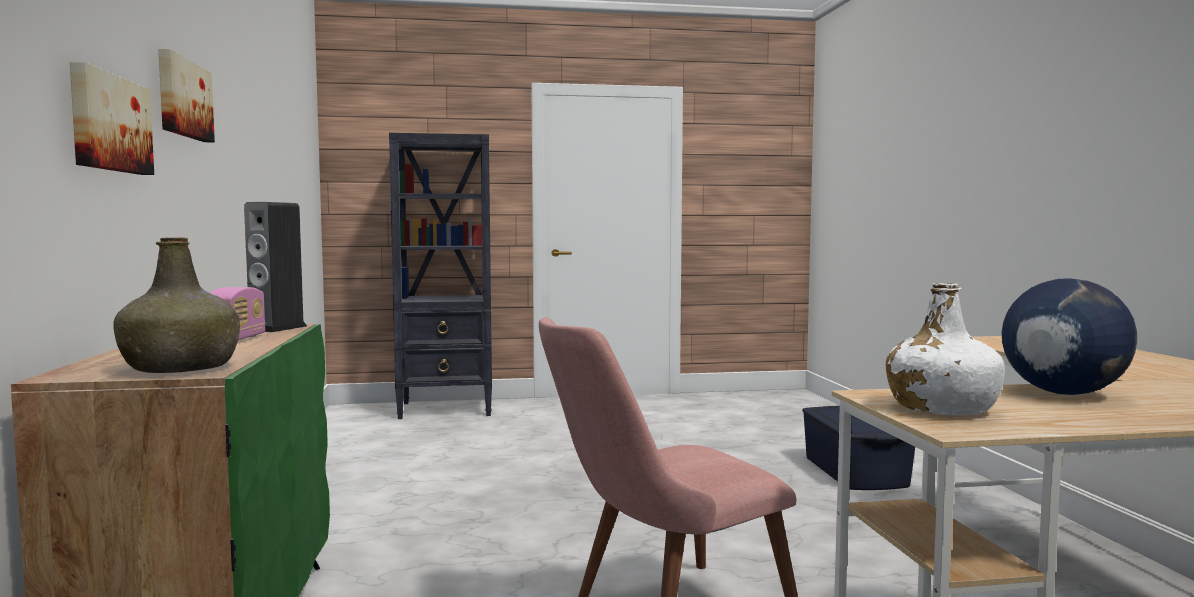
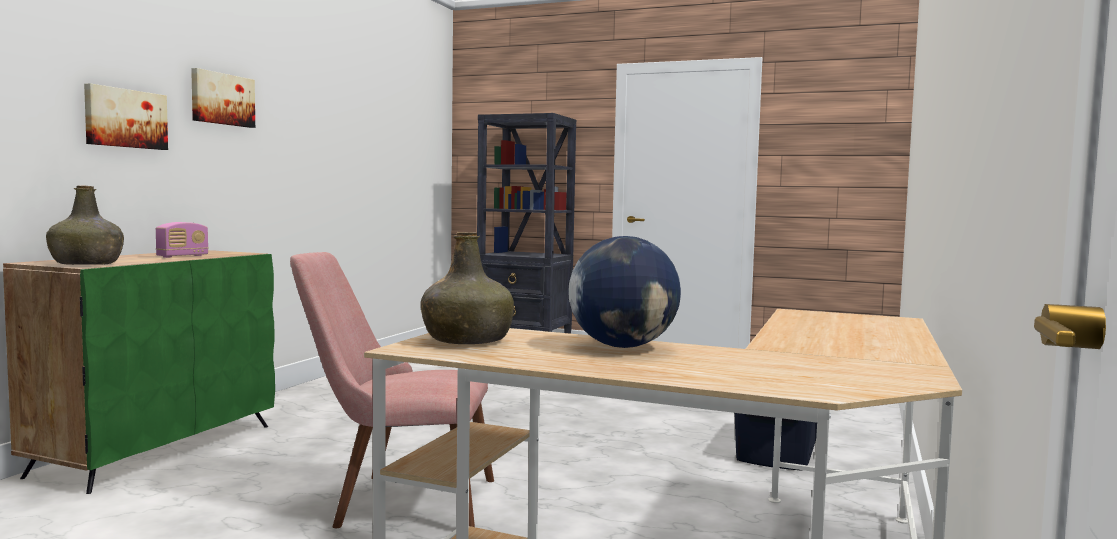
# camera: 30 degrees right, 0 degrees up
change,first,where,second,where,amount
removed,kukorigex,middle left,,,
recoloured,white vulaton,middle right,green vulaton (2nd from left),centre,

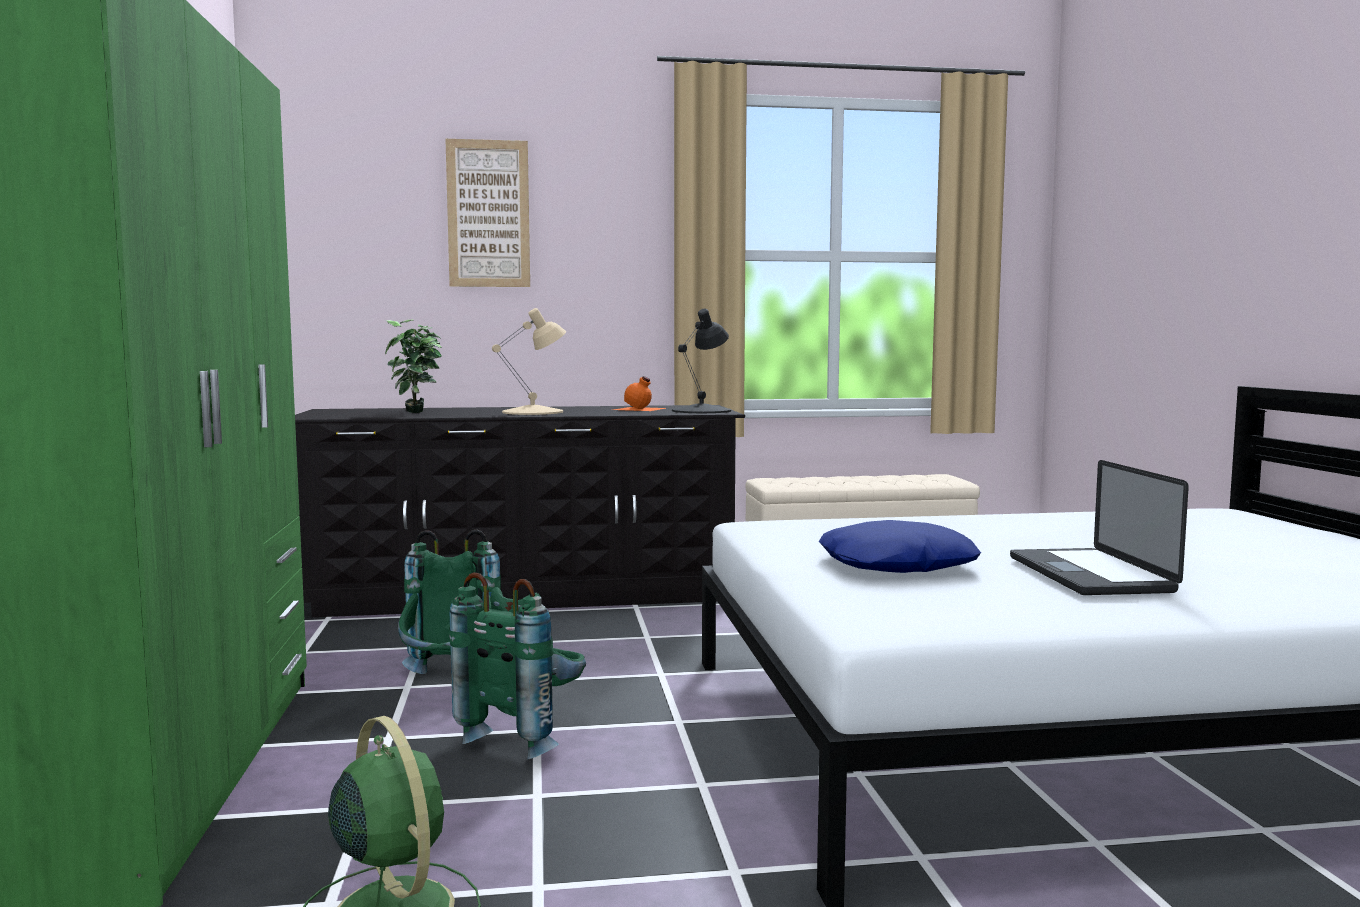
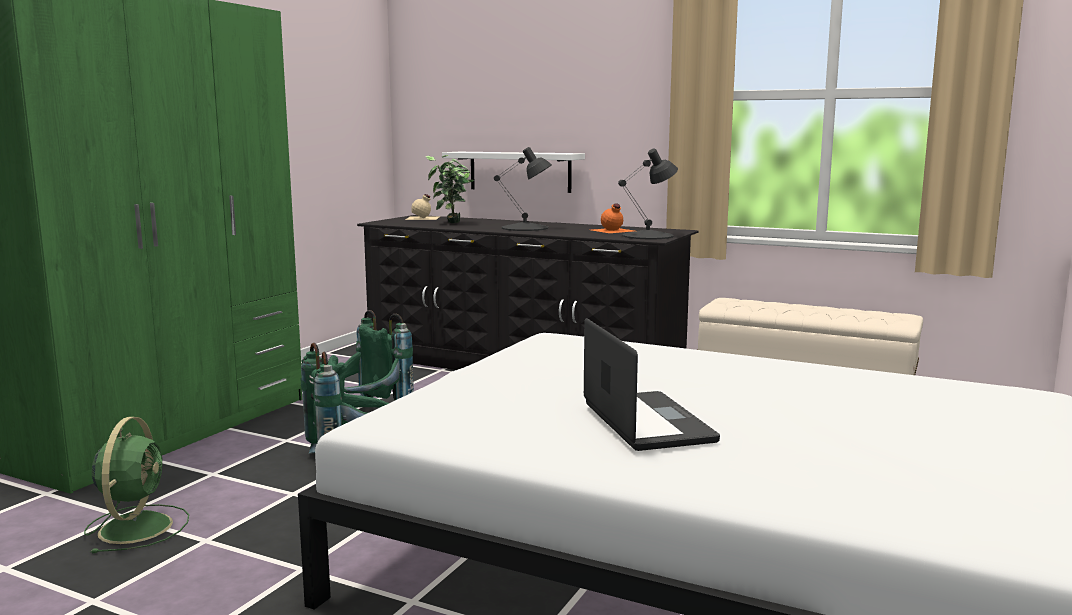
# camera: 35 degrees right, 5 degrees up
change,first,where,second,where,amount
removed,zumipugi,top centre,,,
recoloured,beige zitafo,centre,black zitafo (1st from left),top centre,
turned,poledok,middle right,,centre,135 degrees clockwise
removed,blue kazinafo,centre,,,
added,,,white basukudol,top centre,
added,,,beige vulaton,centre,

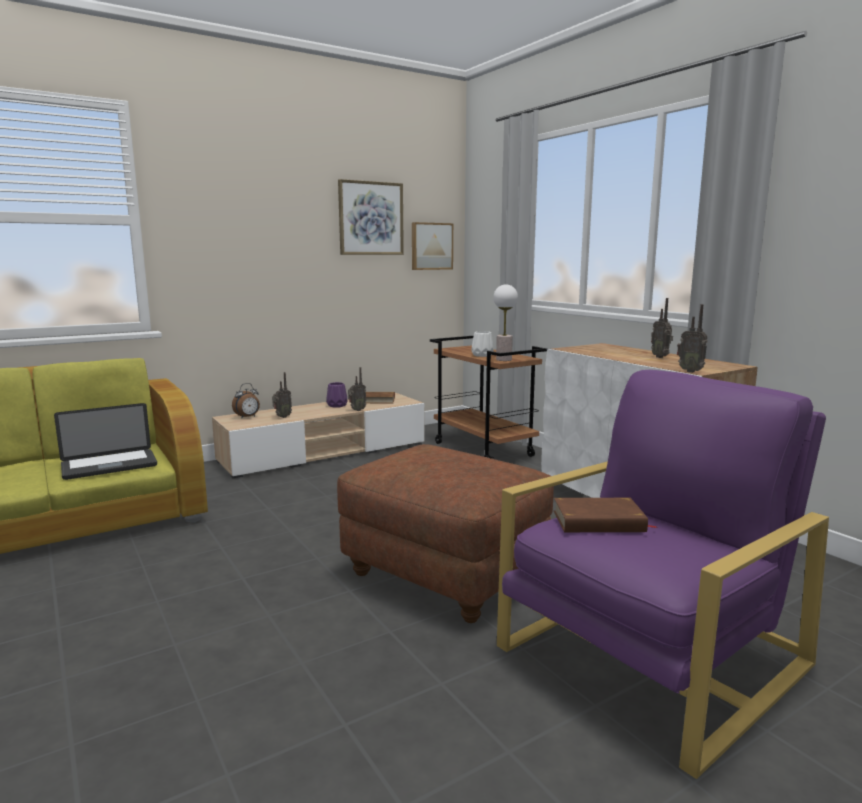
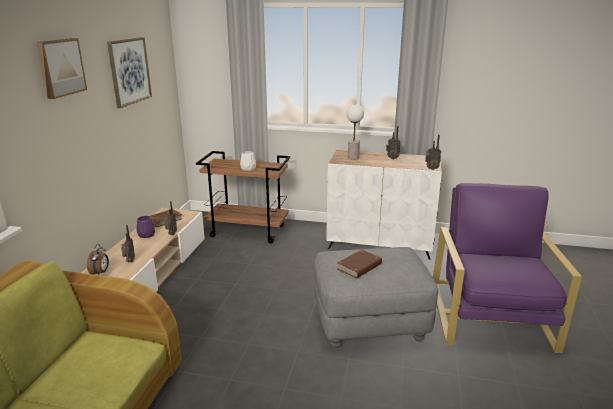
# camera: 45 degrees left, 10 degrees up
change,first,where,second,where,amount
moved,zumipugi (2nd from left in the first image),top centre,zumipugi (1st from left),top left,
moved,zitafo,centre,,top centre,
removed,poledok,middle left,,,
recoloured,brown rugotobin,centre,grey rugotobin,bottom centre,
moved,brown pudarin (2nd from left),middle right,,centre,

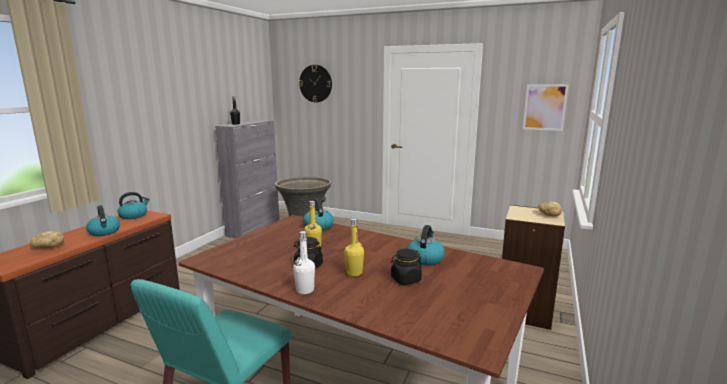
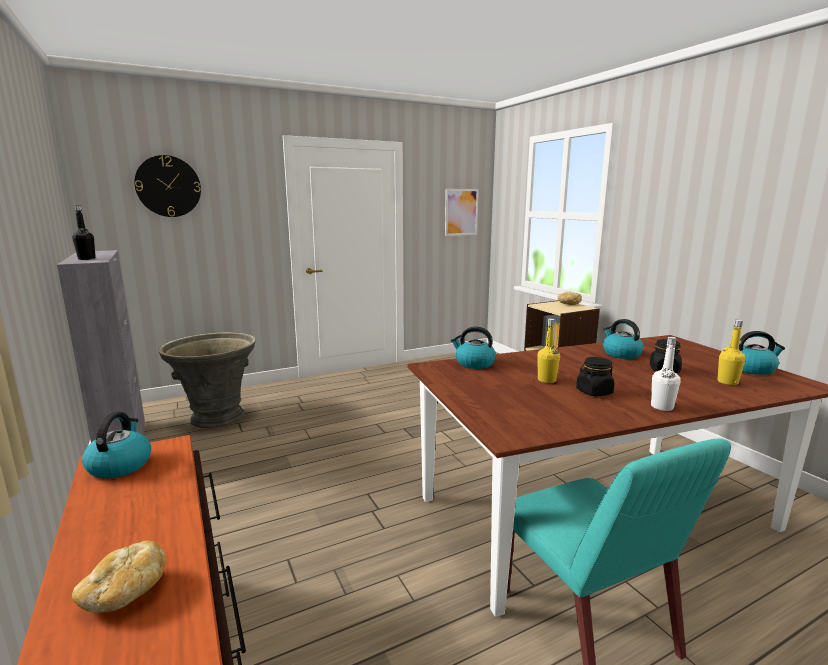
# camera: 50 degrees left, 0 degrees up
change,first,where,second,where,amount
moved,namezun (1st from left in the first image),middle left,namezun (4th from left),middle right,
moved,yellow vulaton (2nd from left),centre,,middle right,

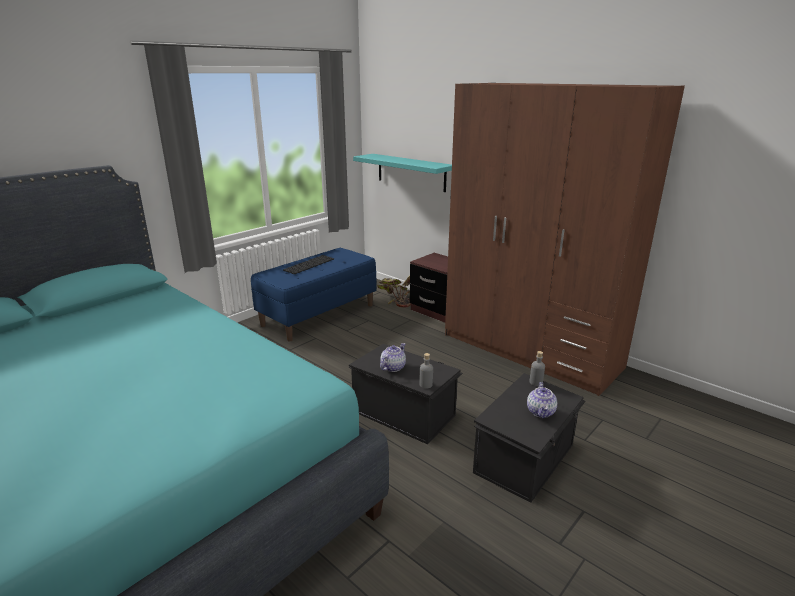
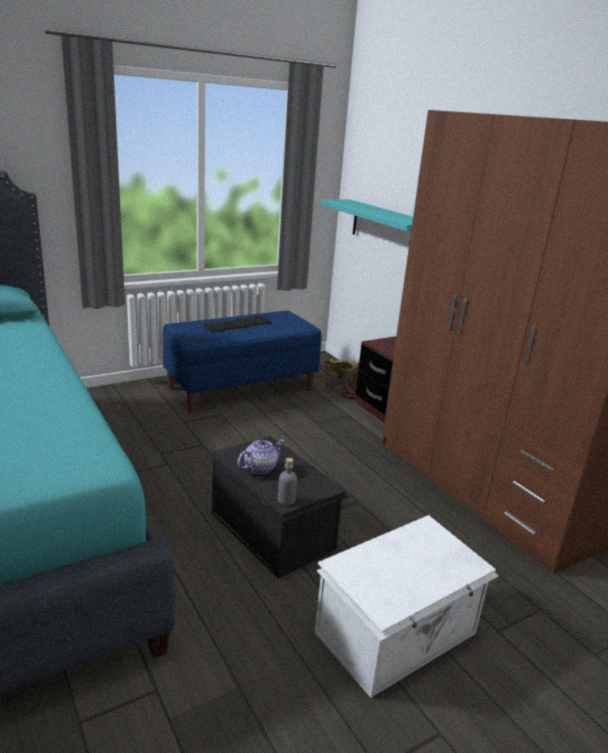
# camera: 15 degrees right, 0 degrees up
change,first,where,second,where,amount
removed,grey vulaton (2nd from left),middle right,,,
recoloured,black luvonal (2nd from left),bottom centre,white luvonal,bottom right,
removed,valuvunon (2nd from left),bottom right,,,

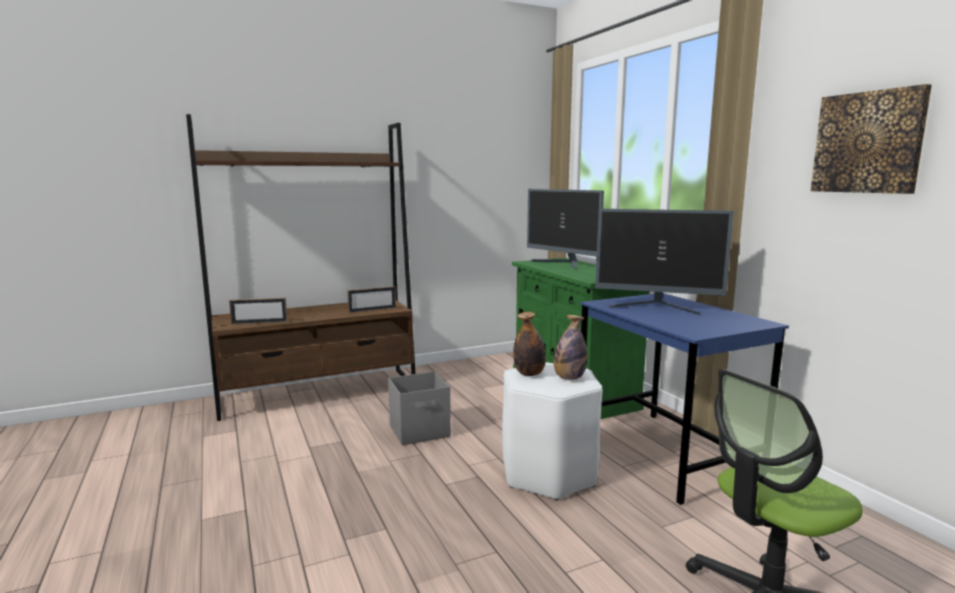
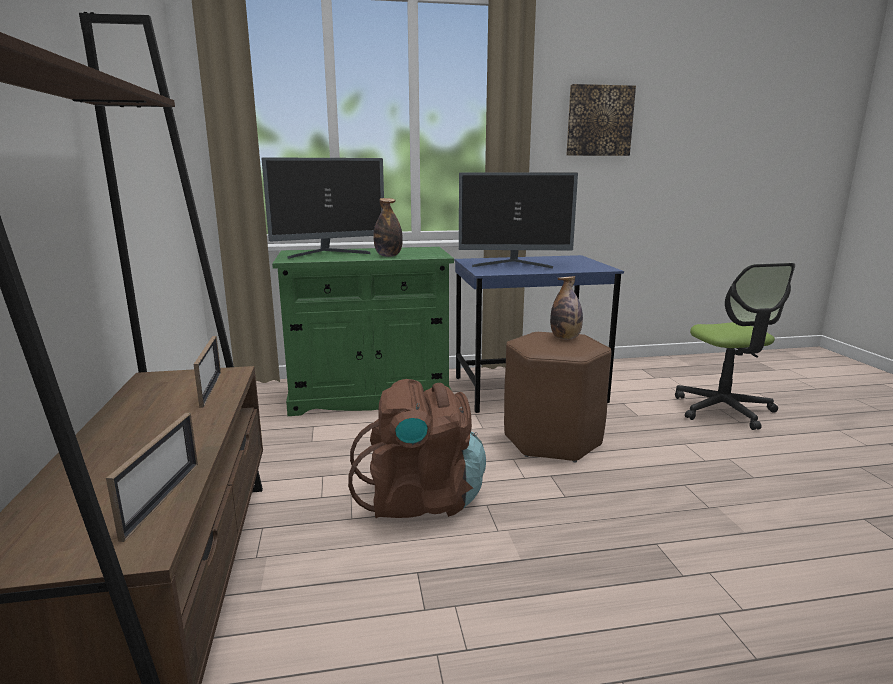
# camera: 75 degrees left, 5 degrees up
change,first,where,second,where,amount
turned,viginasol (2nd from left),middle right,,top centre,60 degrees clockwise
moved,vulaton (1st from left),centre,,top centre,
recoloured,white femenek,bottom centre,brown femenek,centre,
replaced,grey luvonal,bottom centre,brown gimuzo,centre,

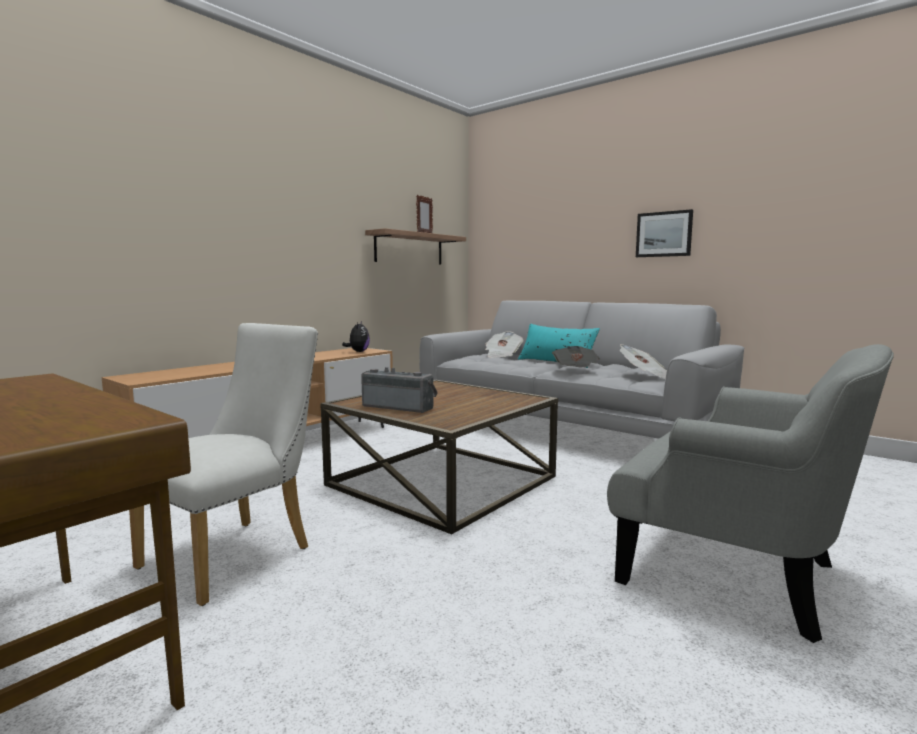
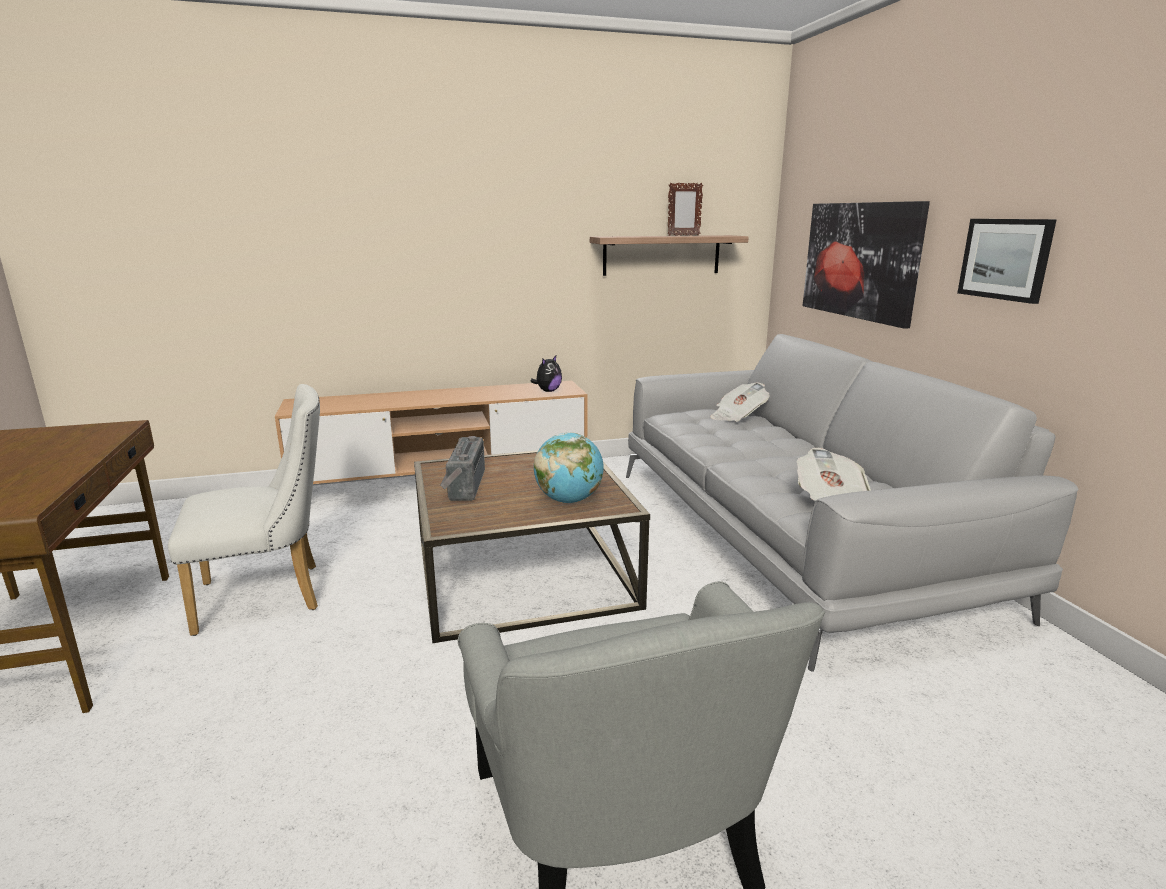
# camera: 35 degrees right, 10 degrees up
change,first,where,second,where,amount
removed,turquoise kazinafo,centre,,,
removed,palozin (2nd from left),centre,,,
turned,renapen,centre,,centre,150 degrees counterclockwise
added,,,zumipugi (1st from left),top right,
added,,,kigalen,centre,

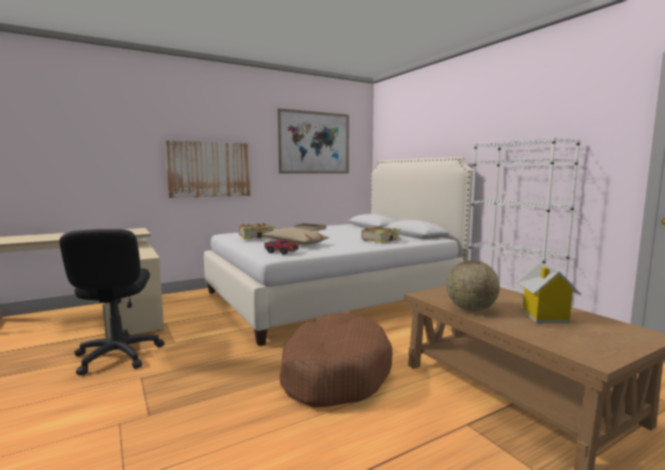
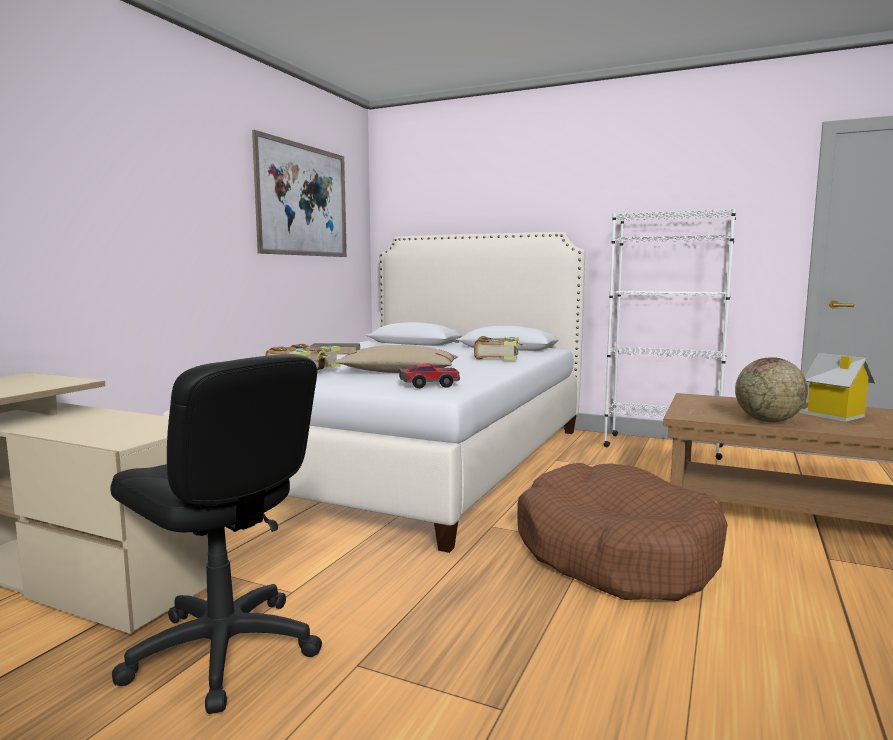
# camera: 35 degrees left, 0 degrees up
change,first,where,second,where,amount
removed,zumipugi (1st from left),middle left,,,

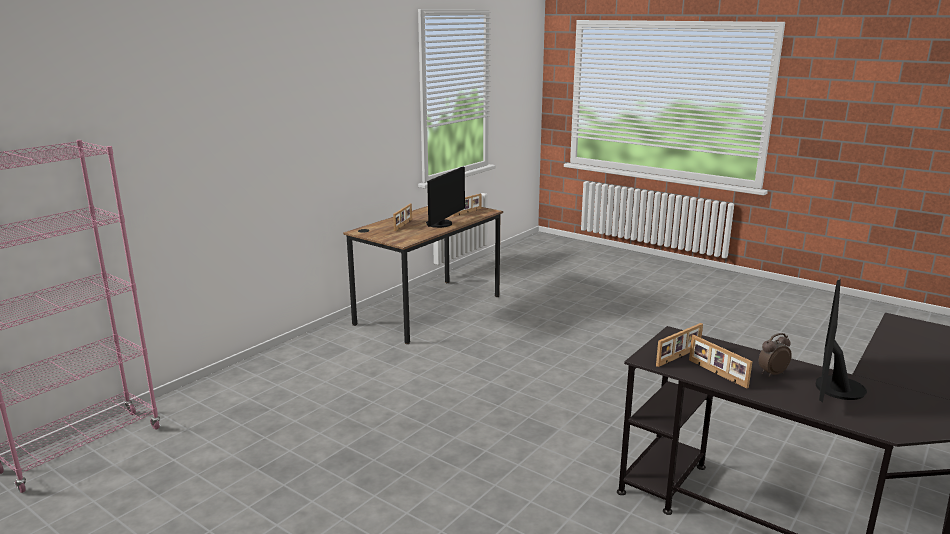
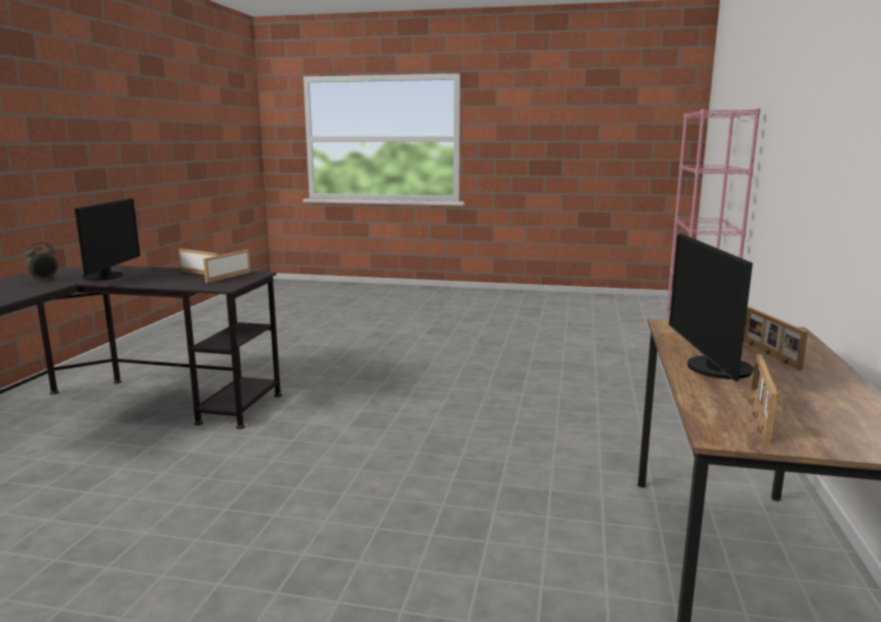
# camera: 155 degrees right, 5 degrees down
change,first,where,second,where,amount
moved,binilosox,middle right,,middle left,

